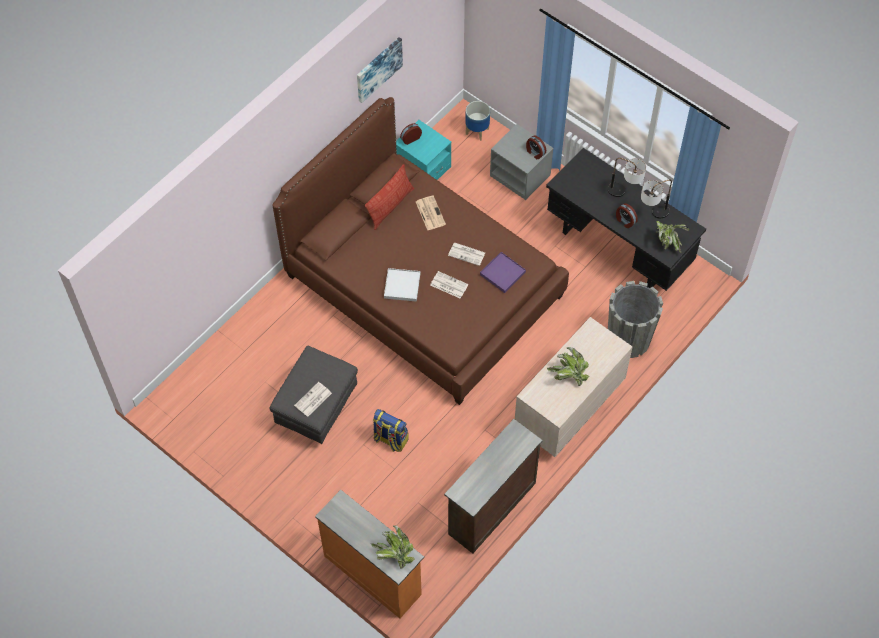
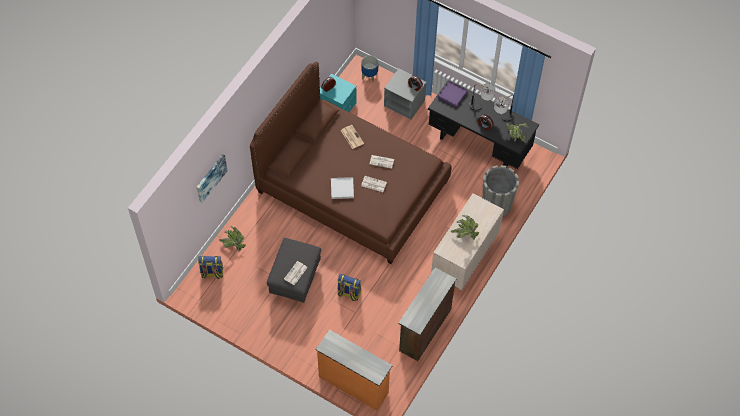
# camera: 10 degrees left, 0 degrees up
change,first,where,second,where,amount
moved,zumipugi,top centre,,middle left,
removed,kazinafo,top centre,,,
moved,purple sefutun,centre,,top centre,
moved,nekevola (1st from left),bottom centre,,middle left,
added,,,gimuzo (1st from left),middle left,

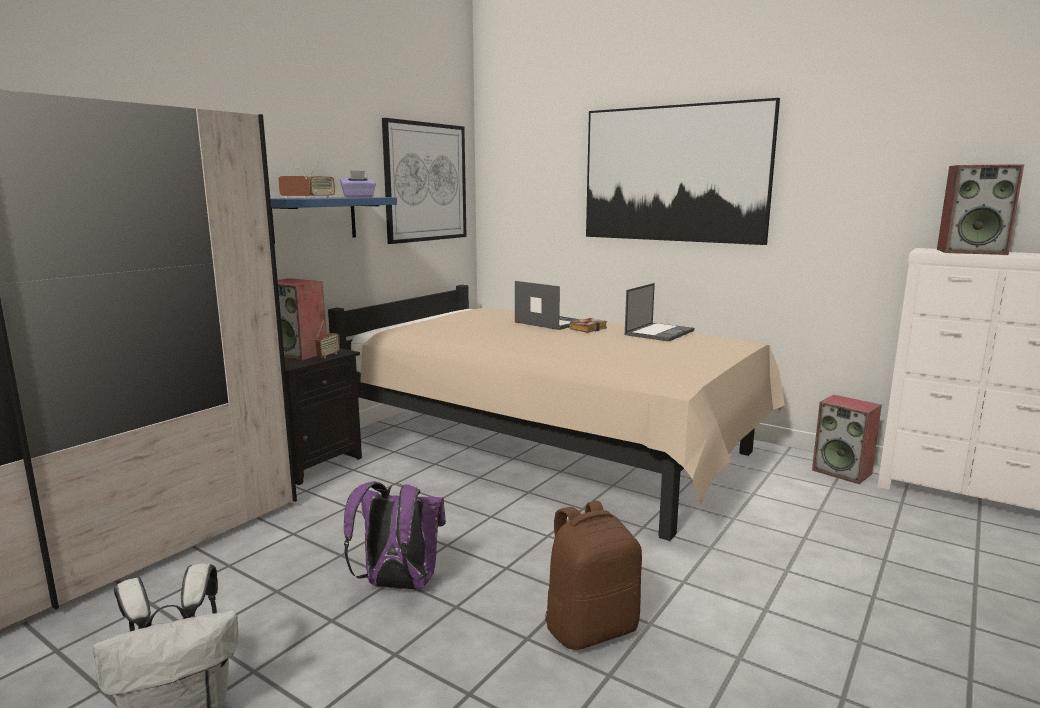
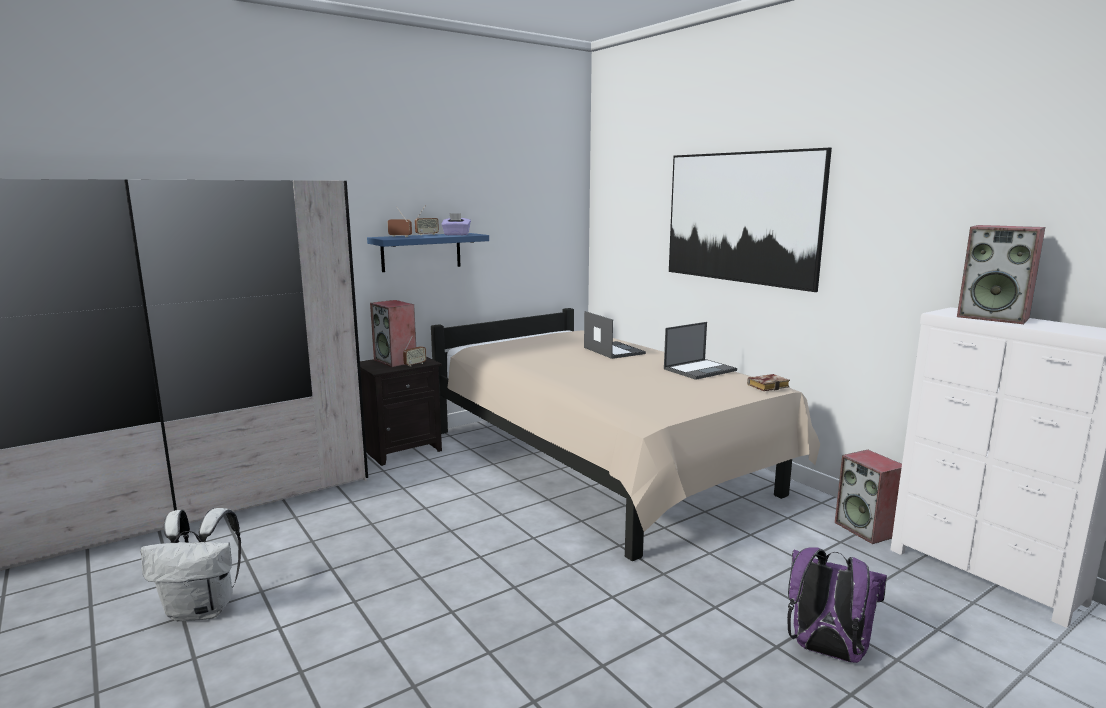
# camera: 20 degrees right, 0 degrees up
change,first,where,second,where,amount
removed,zumipugi (1st from left),top centre,,,
moved,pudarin,centre,,middle right,
moved,purple gimuzo,bottom centre,,bottom right,
removed,brown gimuzo,bottom centre,,,

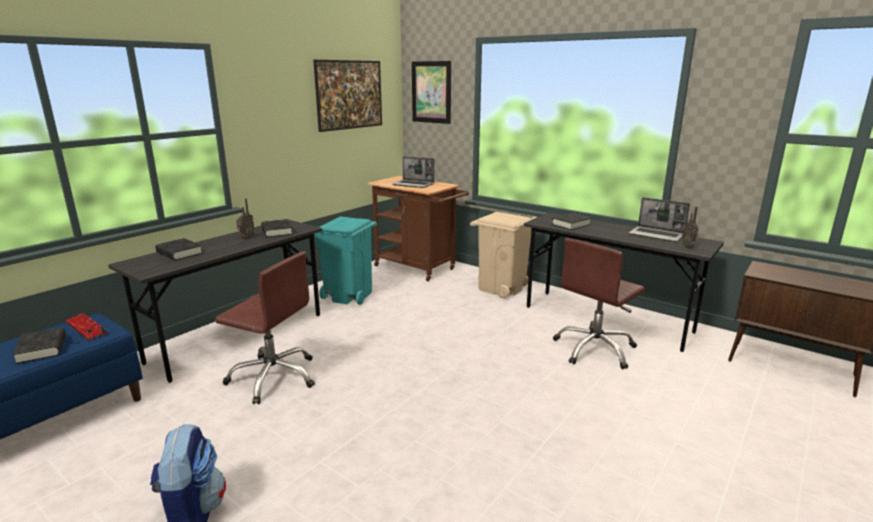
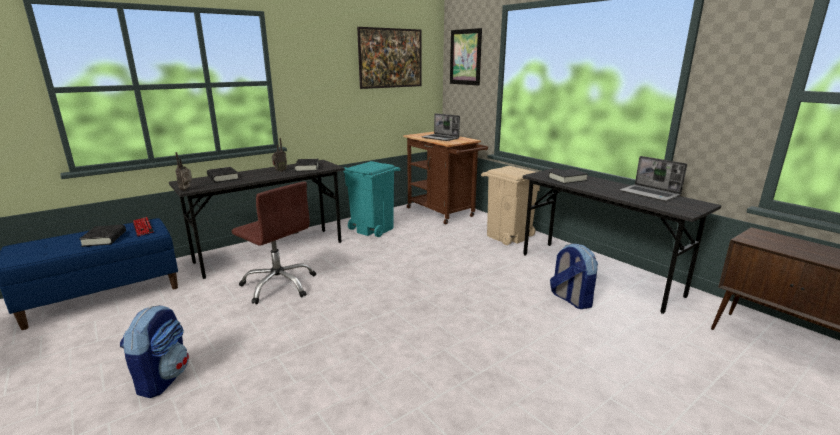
# camera: 15 degrees right, 0 degrees up
change,first,where,second,where,amount
moved,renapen (2nd from left in the first image),middle right,renapen (1st from left),middle left,
replaced,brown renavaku (2nd from left),middle right,gimuzo (2nd from left),middle right,

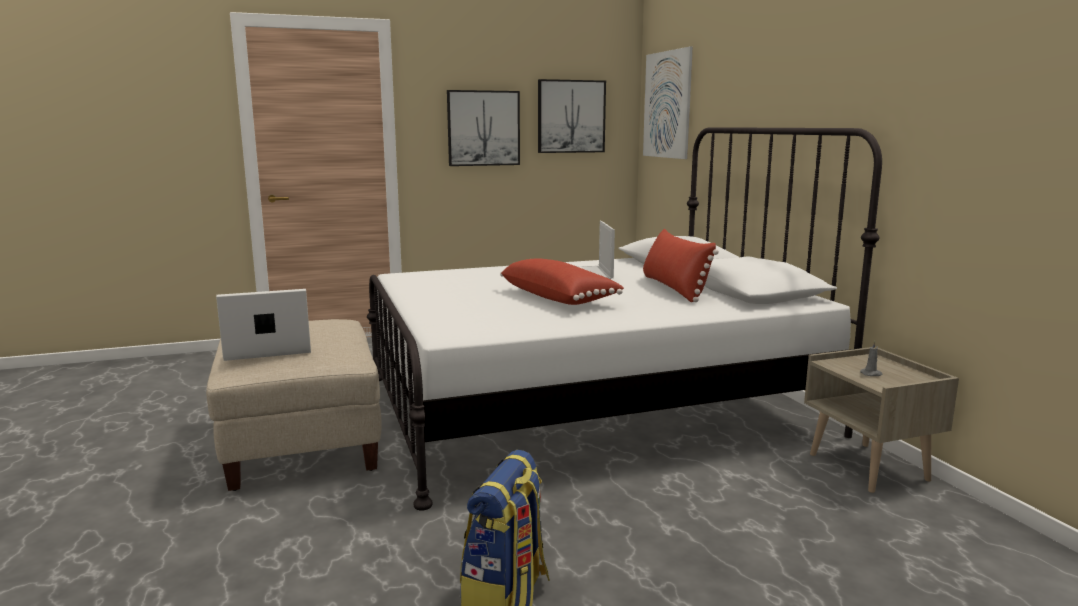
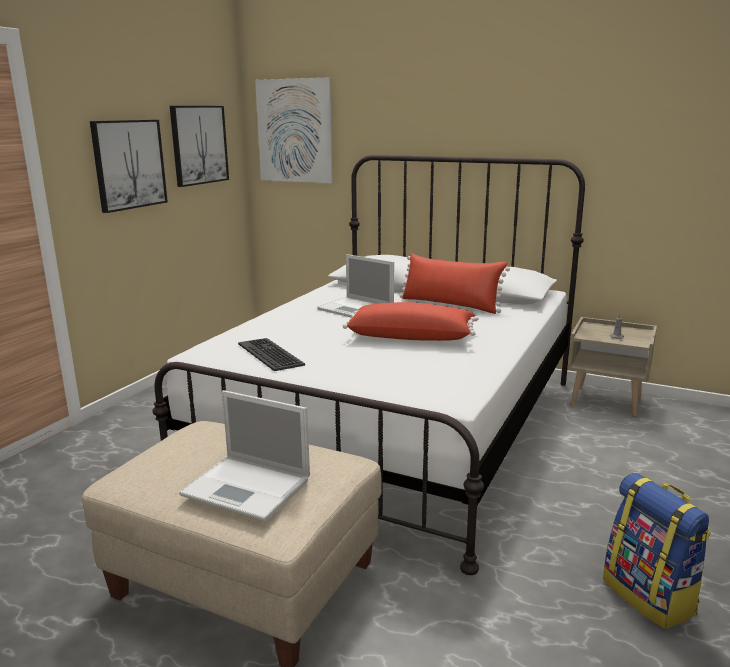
# camera: 45 degrees left, 5 degrees up
change,first,where,second,where,amount
turned,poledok (1st from left),middle left,,bottom centre,90 degrees counterclockwise
added,,,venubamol,centre,

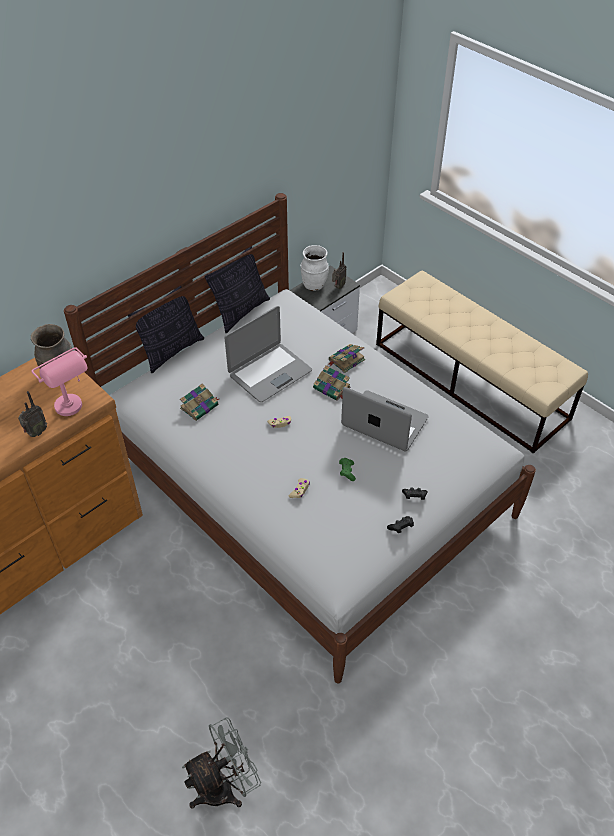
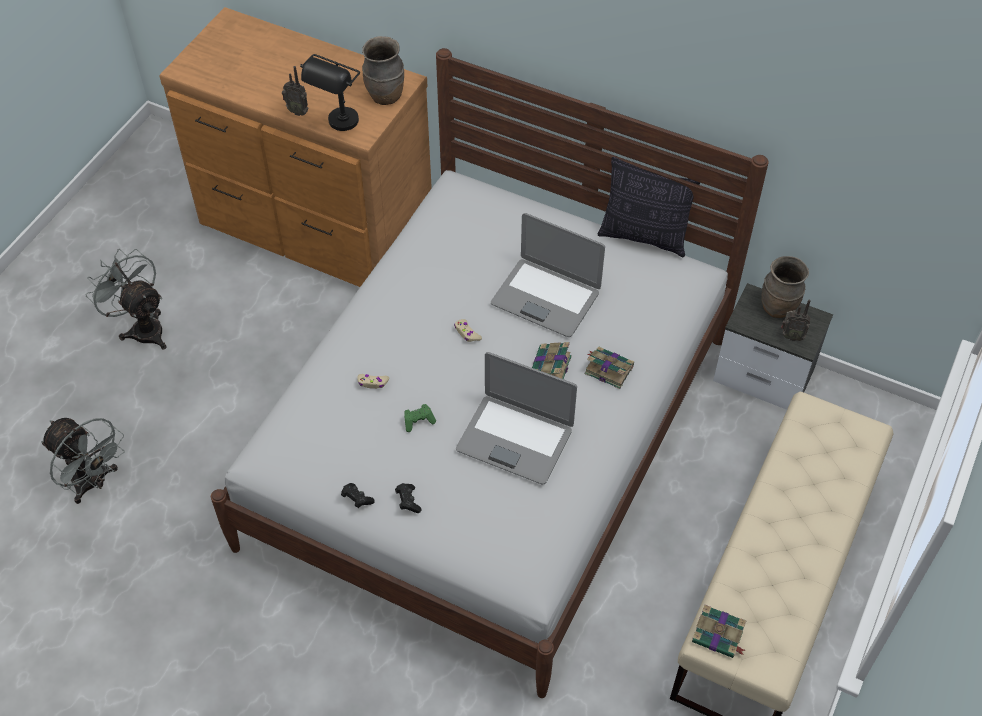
# camera: 70 degrees right, 5 degrees up
change,first,where,second,where,amount
recoloured,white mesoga,top centre,brown mesoga (2nd from left),middle right,
removed,kazinafo (1st from left),middle left,,,
recoloured,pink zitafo,middle left,black zitafo,top centre,
moved,pudarin (1st from left in the first image),middle left,pudarin (3rd from left),bottom right,
turned,poledok (2nd from left in the first image),centre,poledok (1st from left),centre,105 degrees clockwise
added,,,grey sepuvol (2nd from left),middle left,

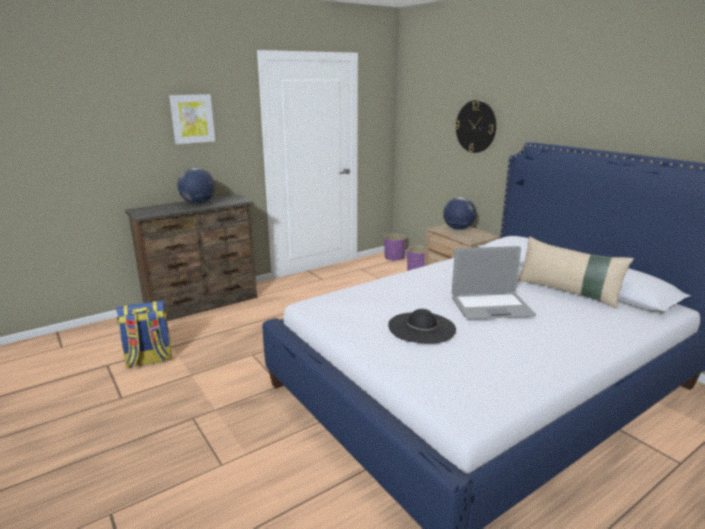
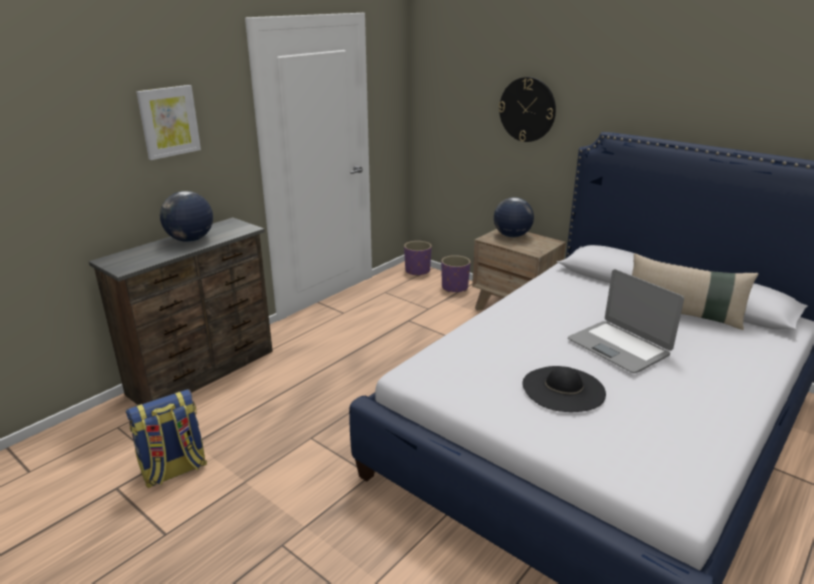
# camera: 15 degrees left, 5 degrees up
change,first,where,second,where,amount
turned,poledok,middle right,,middle right,75 degrees clockwise

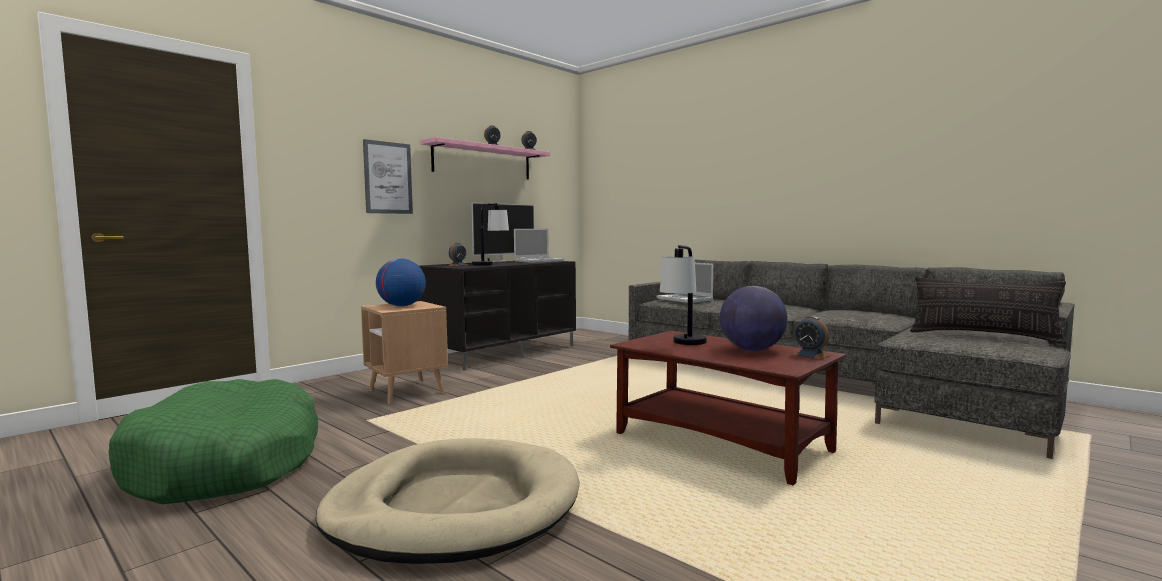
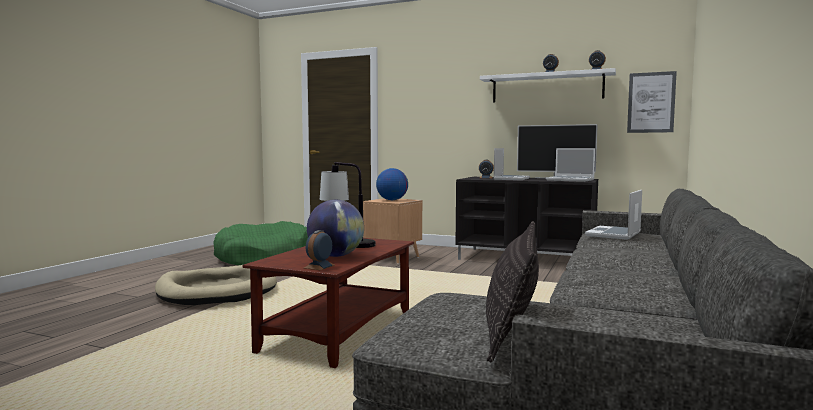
# camera: 70 degrees right, 0 degrees up
change,first,where,second,where,amount
recoloured,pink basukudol,top centre,white basukudol,top right,
moved,zumipugi,top centre,,top right,
replaced,zitafo (1st from left),centre,poledok (1st from left),centre,

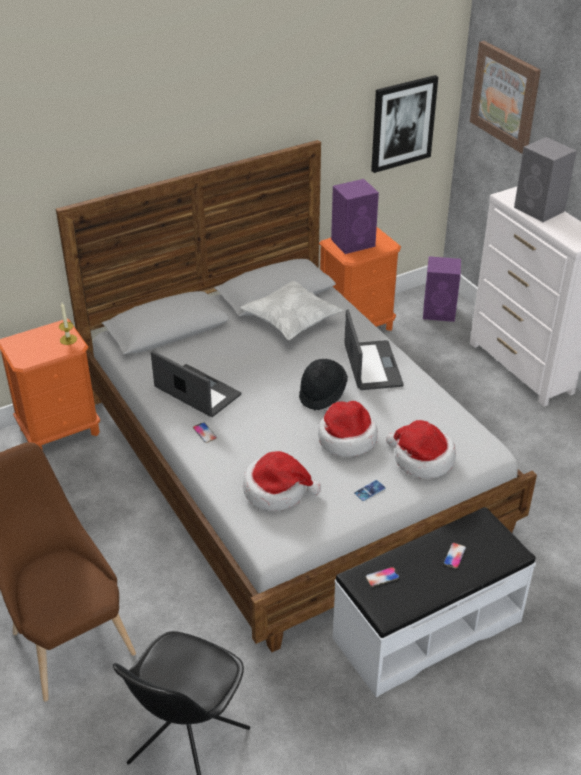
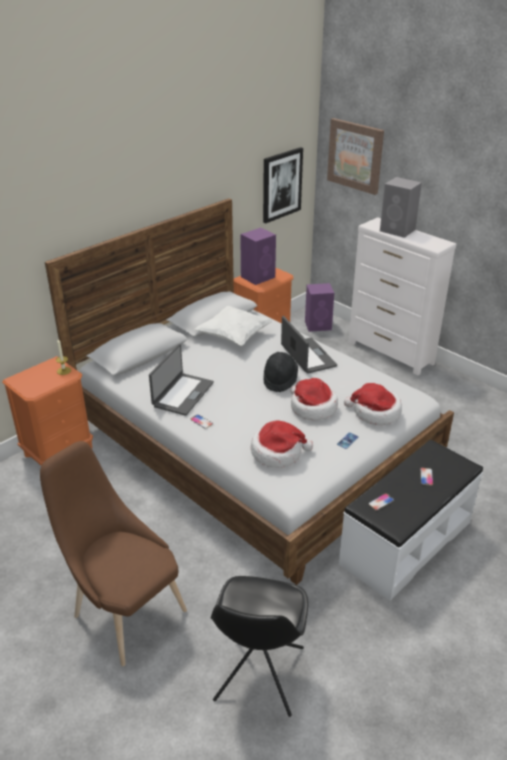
# camera: 15 degrees left, 5 degrees down
change,first,where,second,where,amount
turned,poledok (1st from left),centre,,centre,90 degrees clockwise

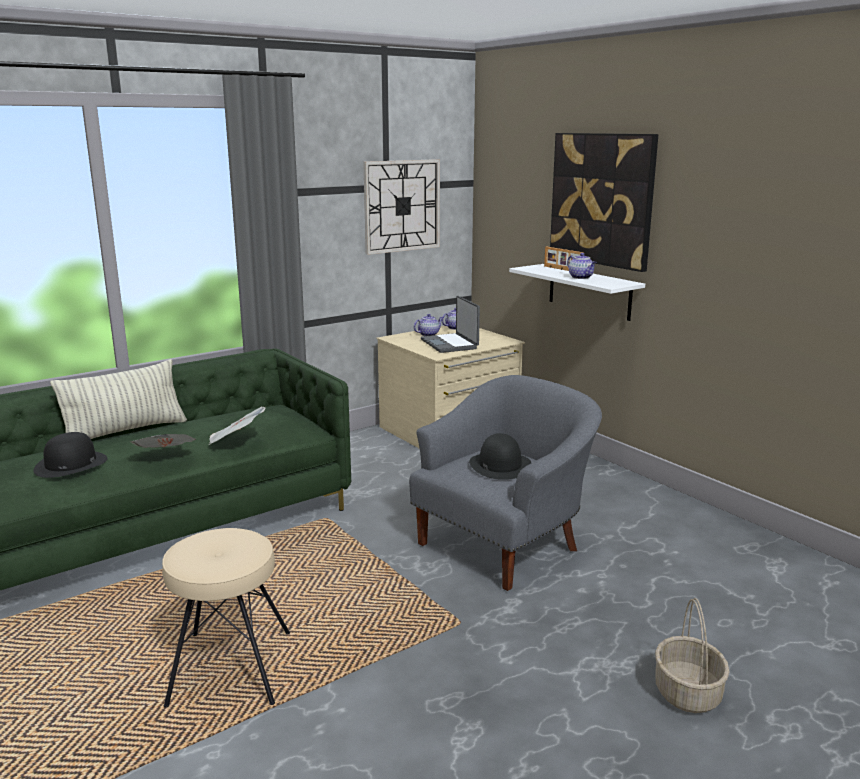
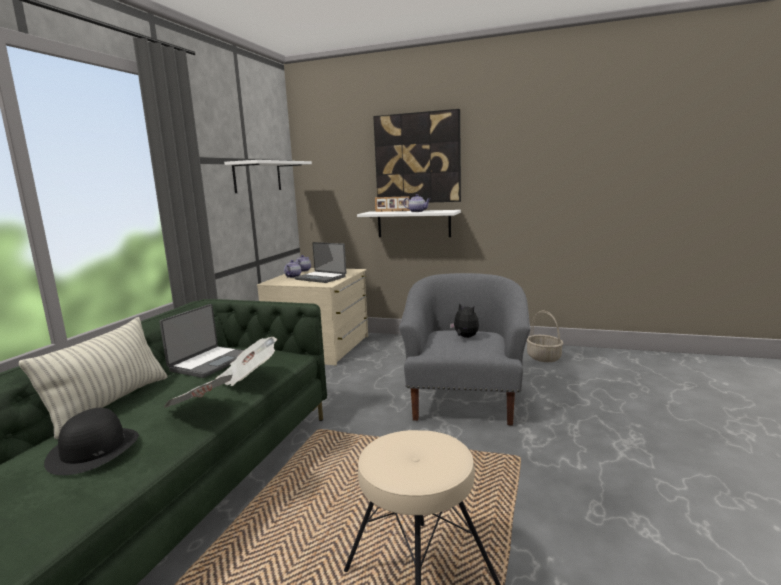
# camera: 35 degrees left, 5 degrees down
change,first,where,second,where,amount
replaced,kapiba,top centre,white basukudol (1st from left),top centre,
replaced,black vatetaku (2nd from left),centre,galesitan,centre,
moved,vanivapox,bottom right,,middle right,
added,,,poledok (1st from left),middle left,

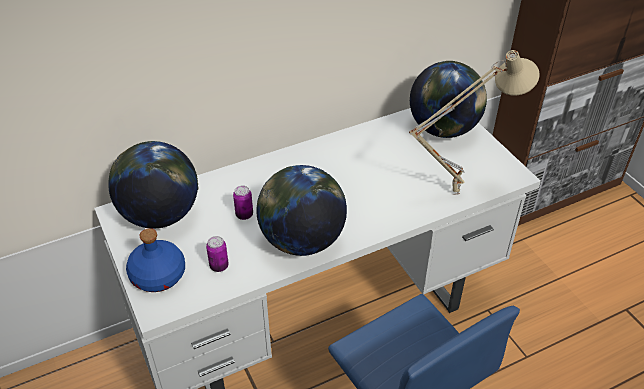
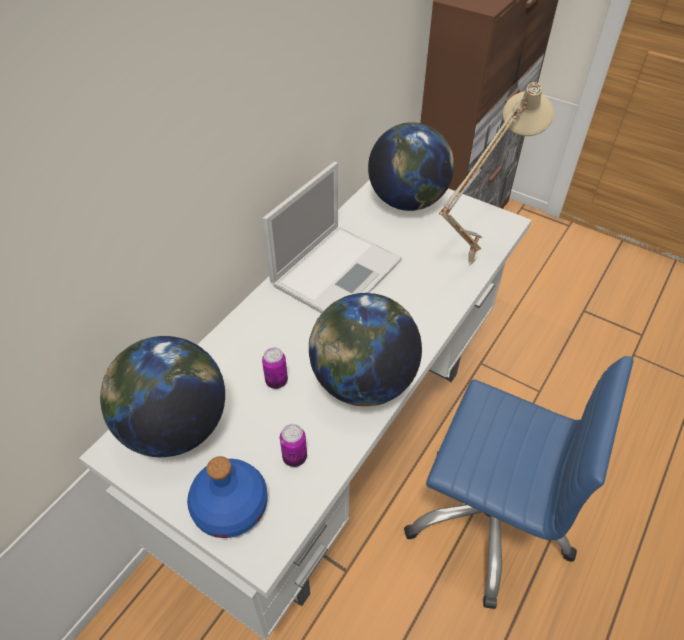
# camera: 30 degrees left, 5 degrees up
change,first,where,second,where,amount
added,,,poledok,centre,

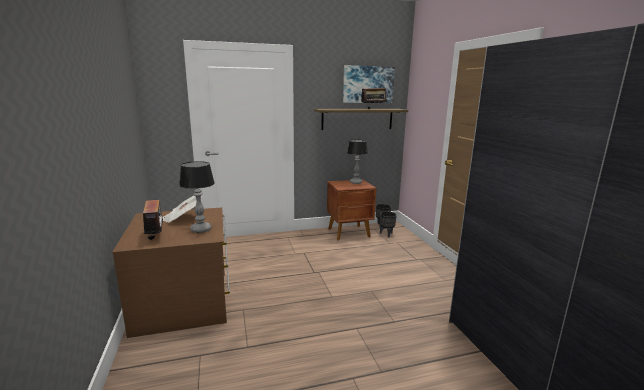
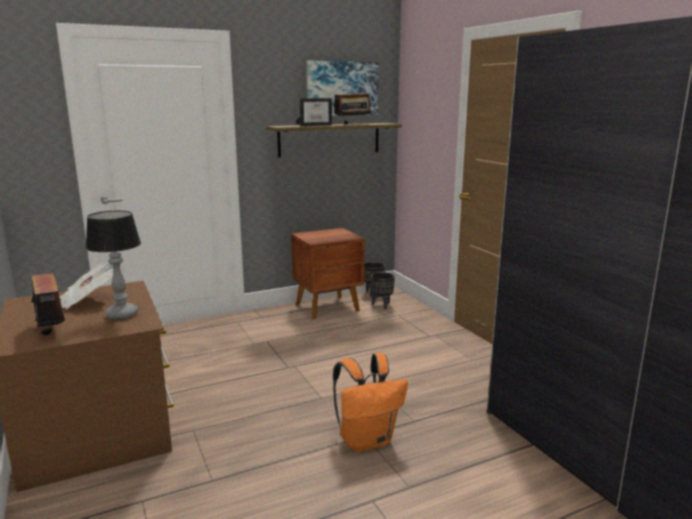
# camera: 10 degrees left, 0 degrees up
change,first,where,second,where,amount
removed,zitafo (2nd from left),centre,,,
added,,,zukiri,top centre,
added,,,orange gimuzo,bottom centre,

